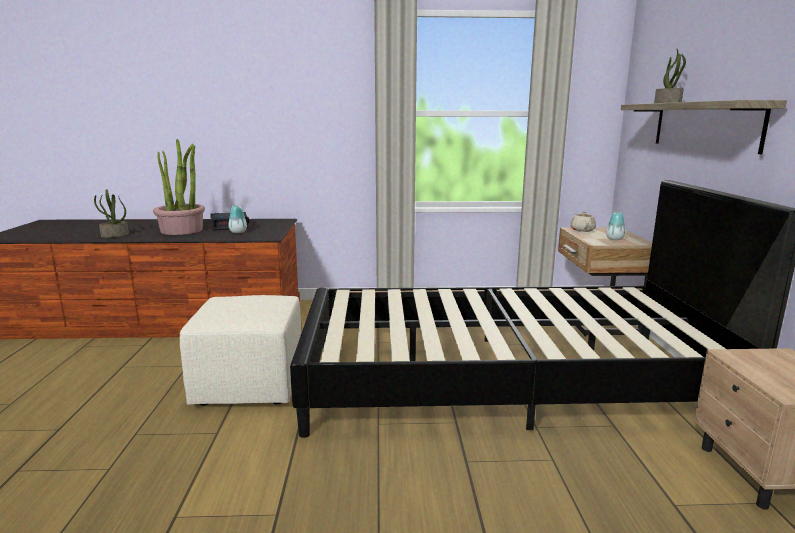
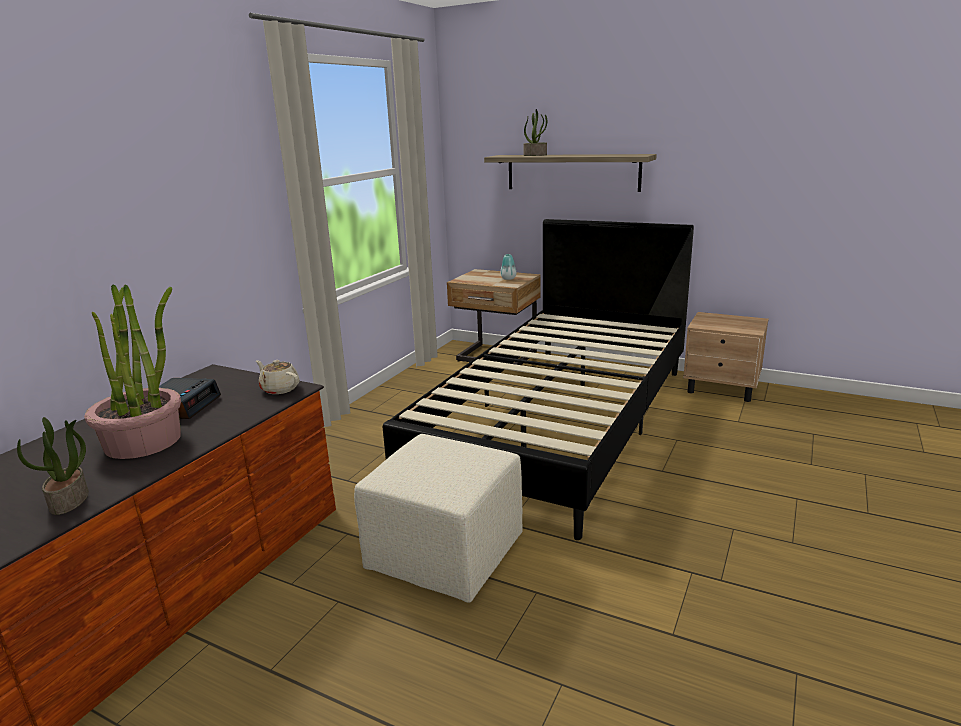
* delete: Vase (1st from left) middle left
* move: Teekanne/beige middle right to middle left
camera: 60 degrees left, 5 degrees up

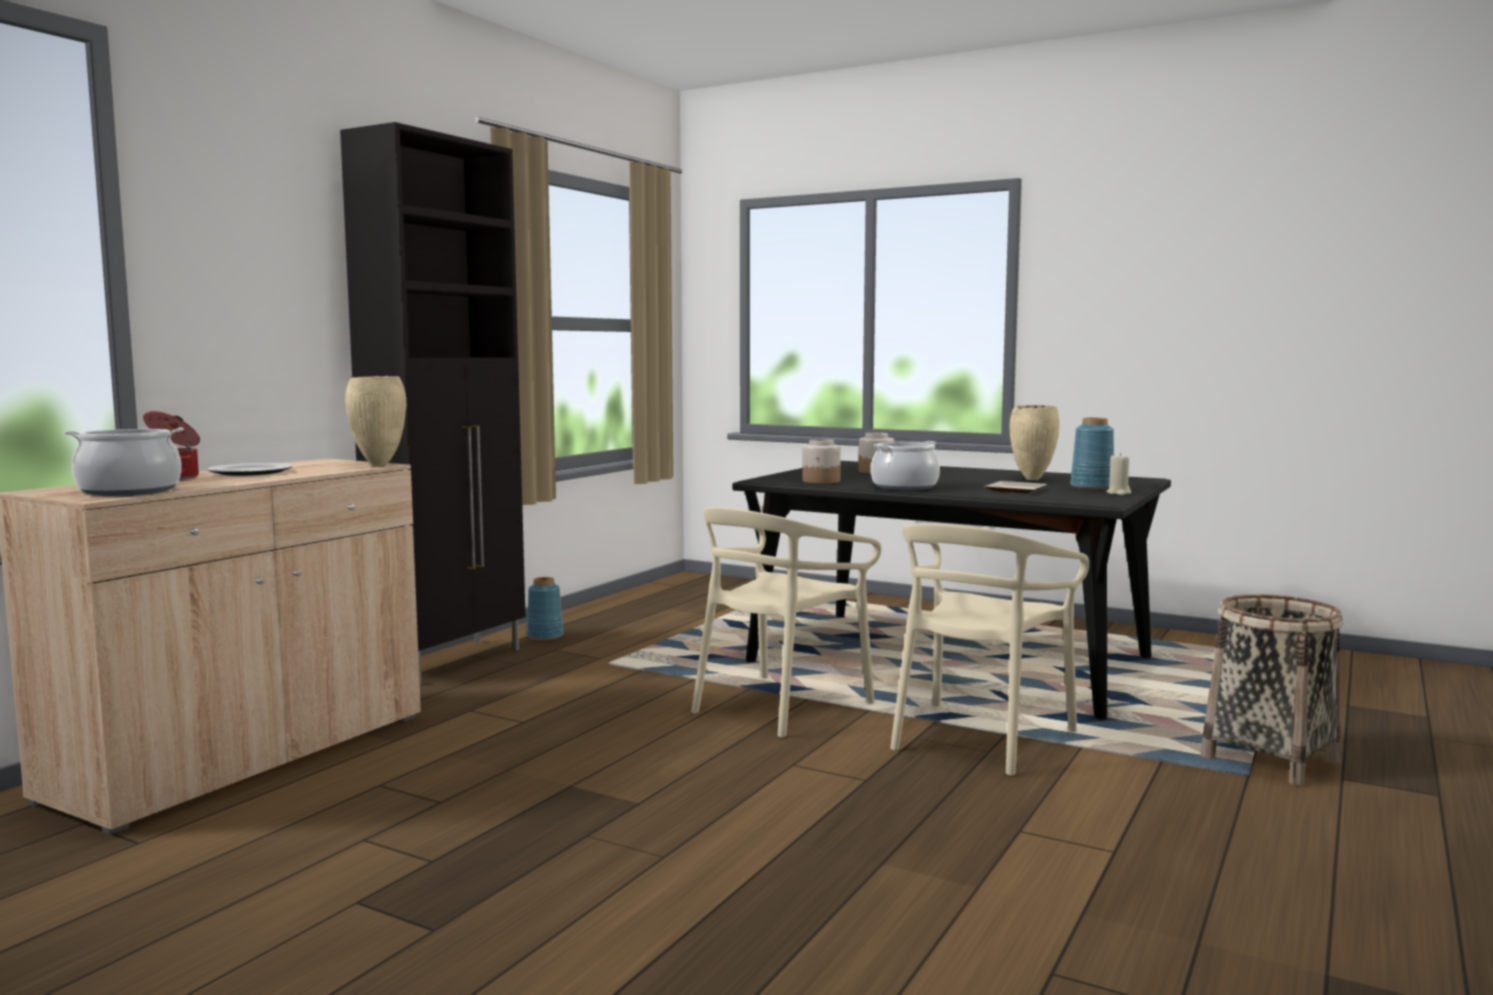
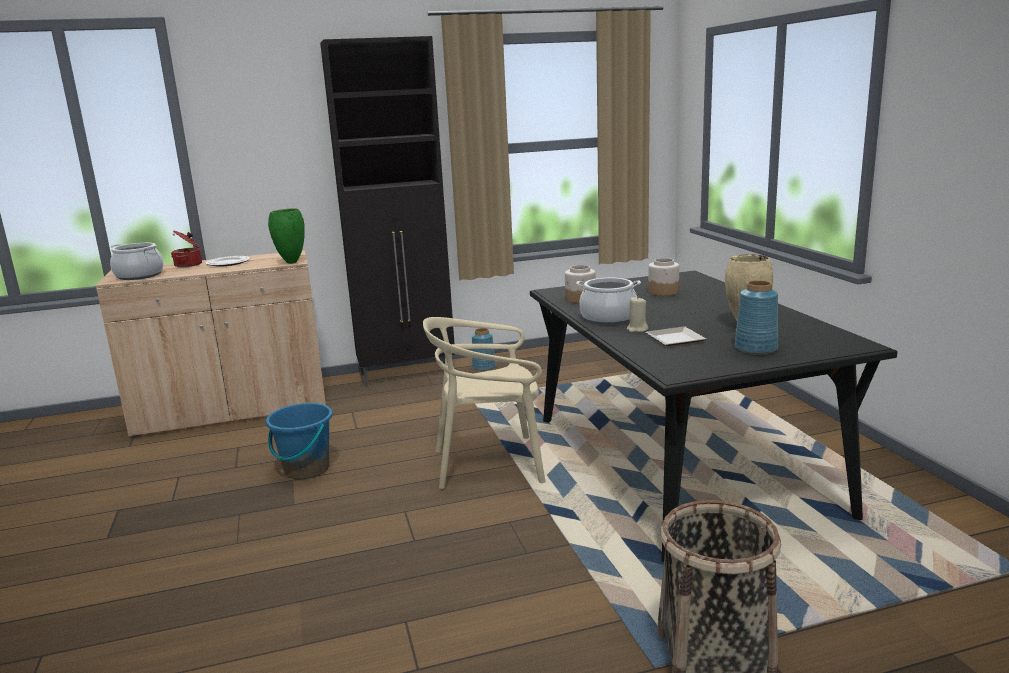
* recolor: Vase/beige (1st from left) middle left to Vase/grün middle left
* move: Kerze/beige middle right to centre
* delete: Stuhl/beige (2nd from left) centre
* insert: Eimer/blau middle left
camera: 45 degrees right, 10 degrees up

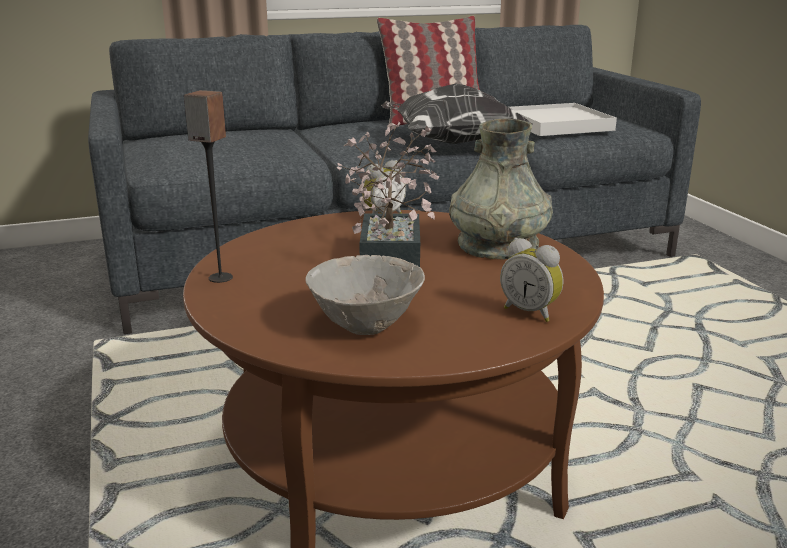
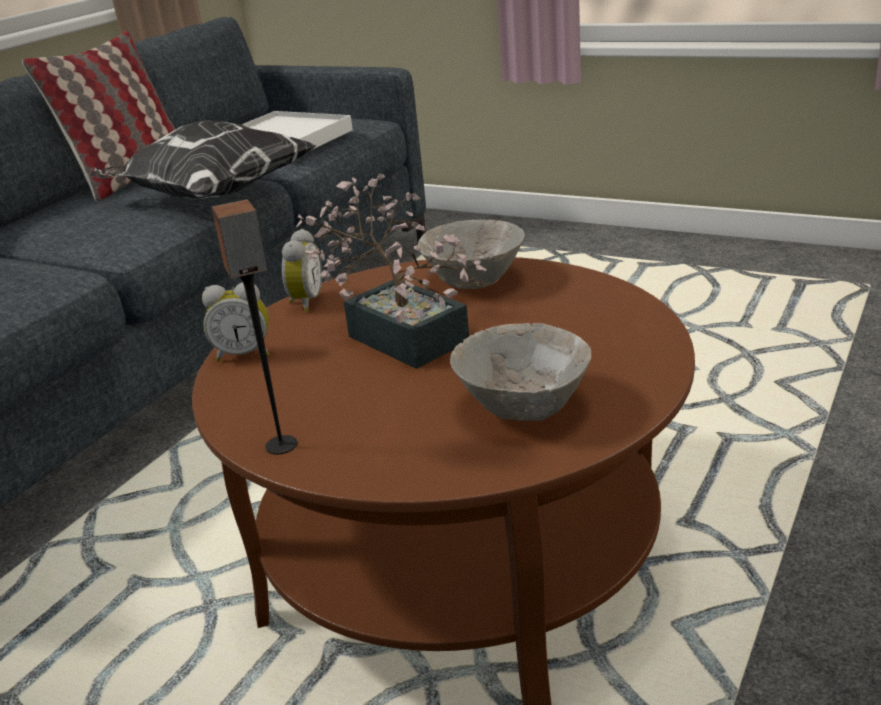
* replace: Vase/grau centre to Schüssel/grau (1st from left) centre
* move: Wecker (2nd from left in the first image) middle right to Wecker (1st from left) middle left
camera: 40 degrees left, 5 degrees up

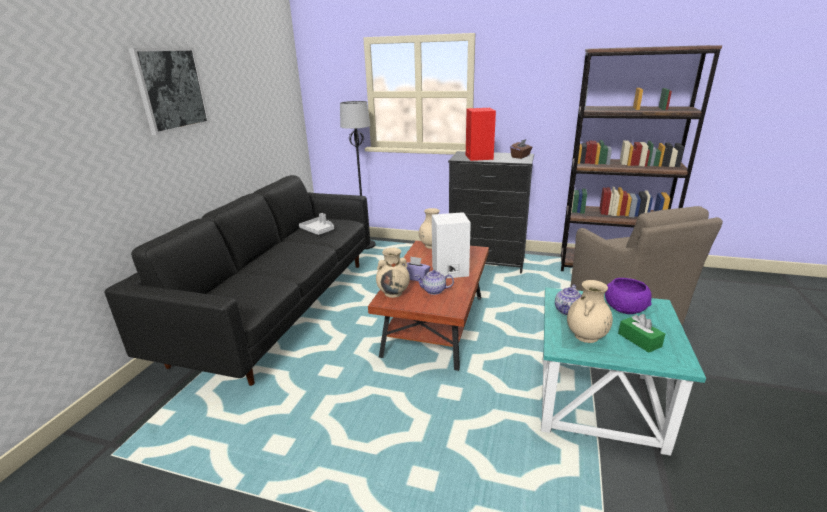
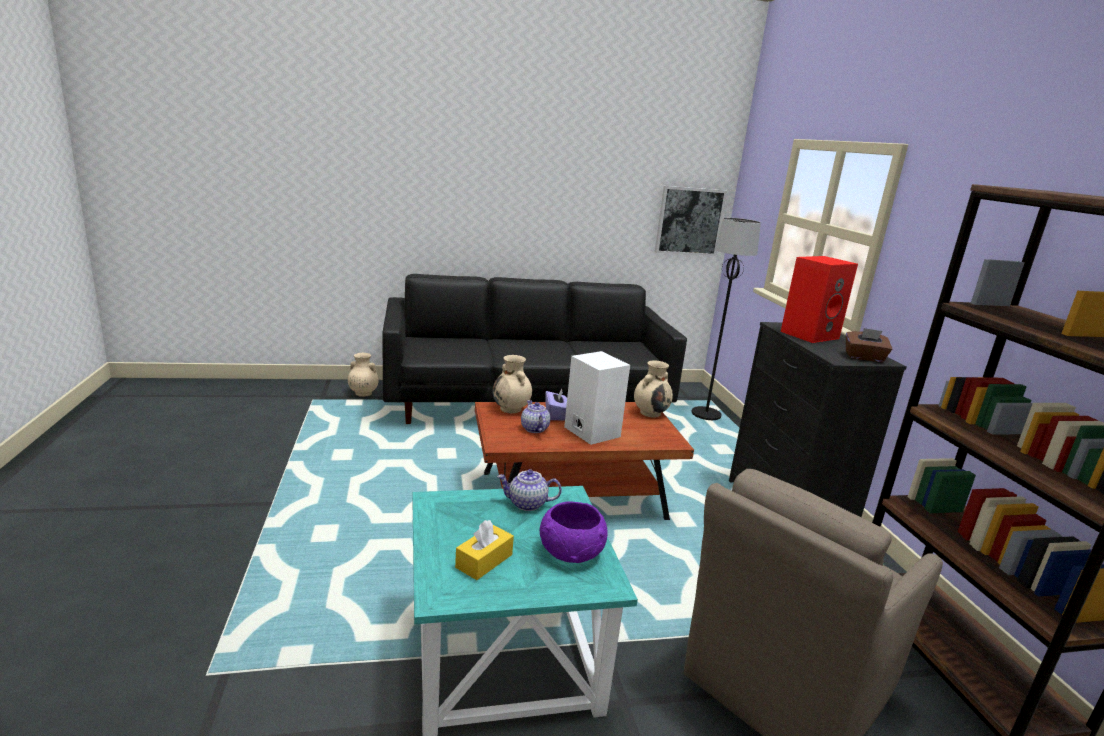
* move: Bild top left to top centre
* delete: Tablett/grau centre
* move: Vase/beige (3rd from left in the first image) middle right to Vase/beige (1st from left) middle left
* recolor: Taschentuchbox/grün middle right to Taschentuchbox/gelb bottom centre
camera: 60 degrees right, 5 degrees down

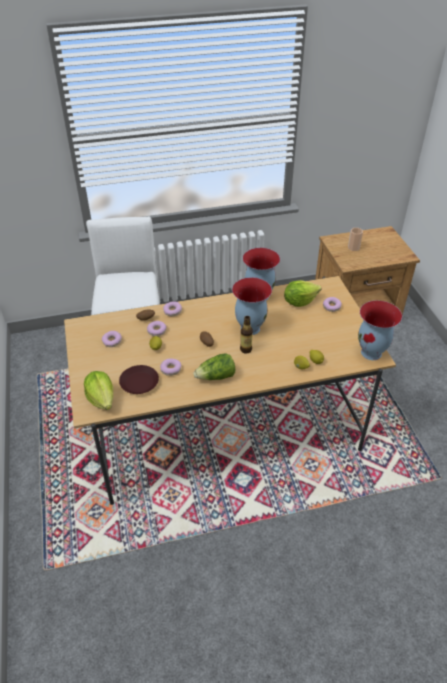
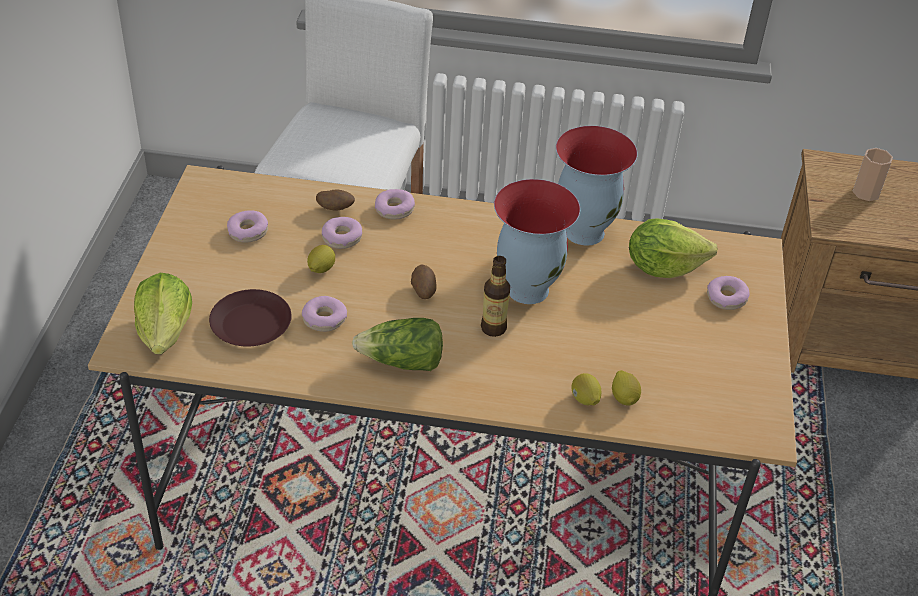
* delete: Vase (3rd from left) middle right
camera: 20 degrees right, 0 degrees up

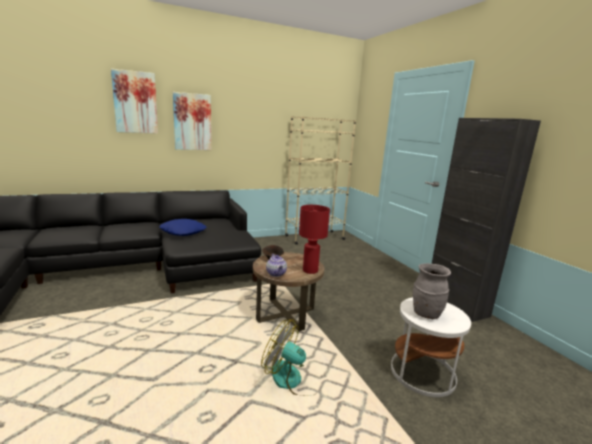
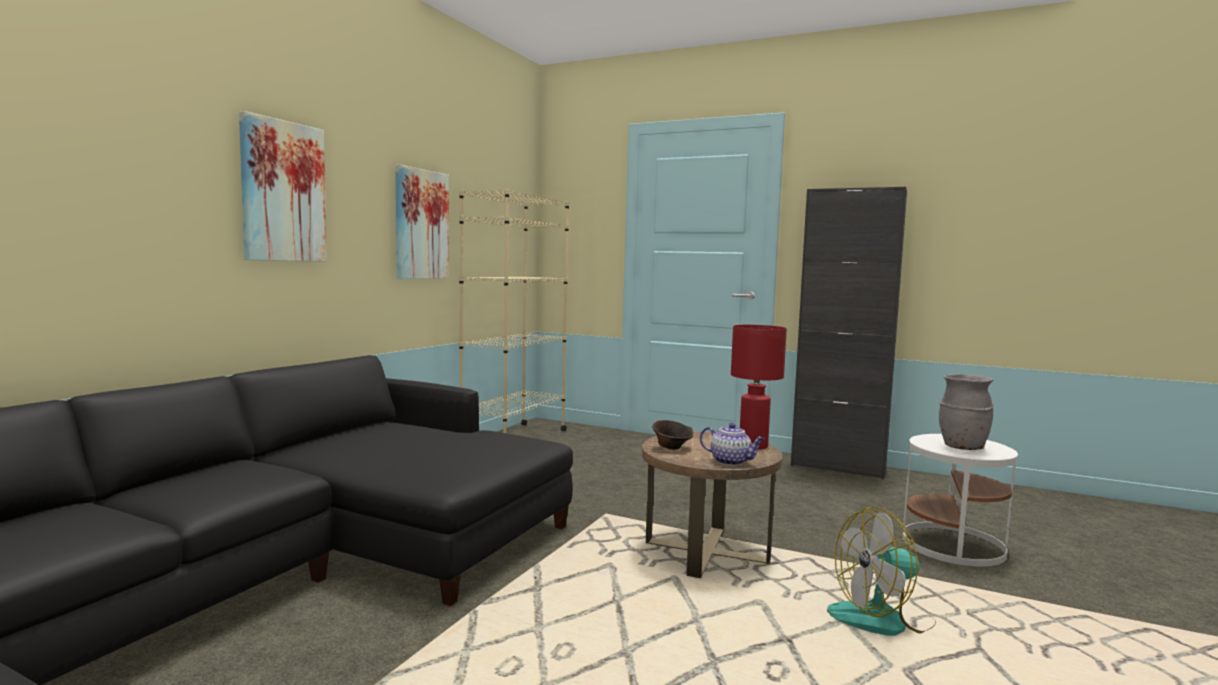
* move: Bild (1st from left in the first image) top left to Bild (2nd from left) top centre
* delete: Kissen/blau middle left
camera: 40 degrees left, 10 degrees down

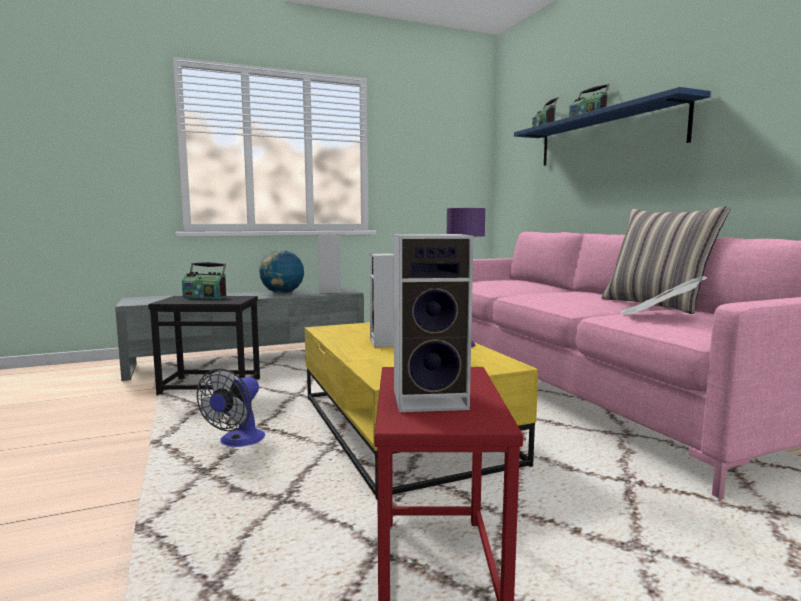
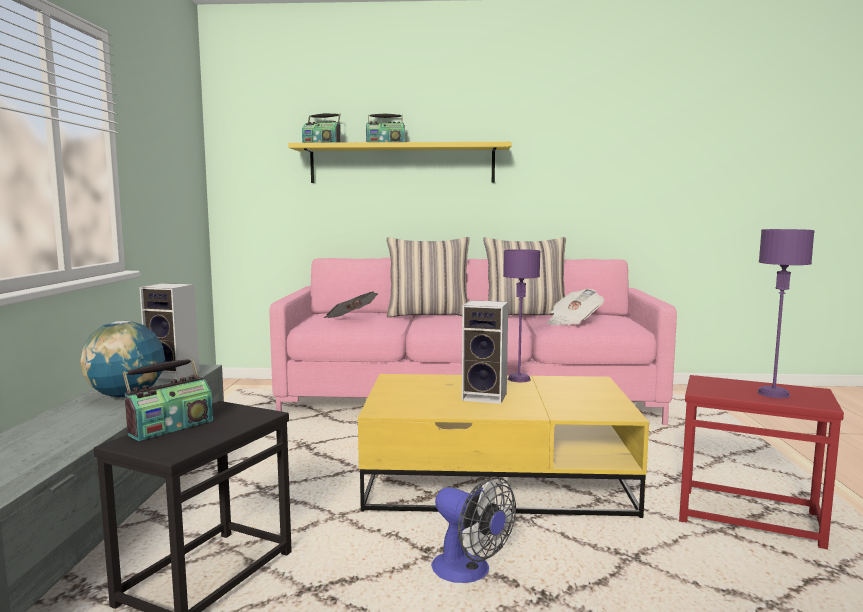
* recolor: Wandregal/blau top right to Wandregal/gelb top centre
* replace: Lautsprecher (3rd from left) centre to Tischlampe/lila (2nd from left) middle right
* insert: Kissen (1st from left) centre
* insert: Zeitung (1st from left) centre
camera: 65 degrees left, 0 degrees up

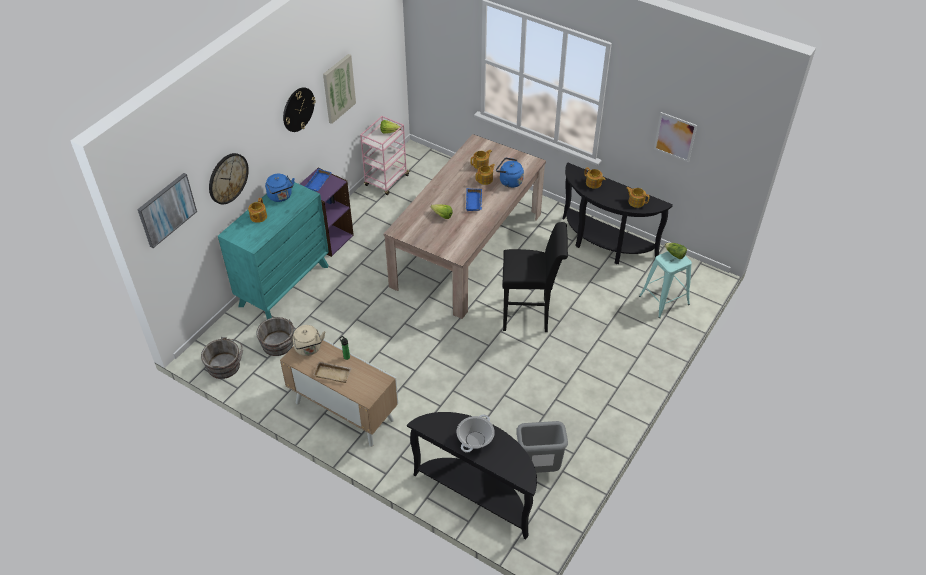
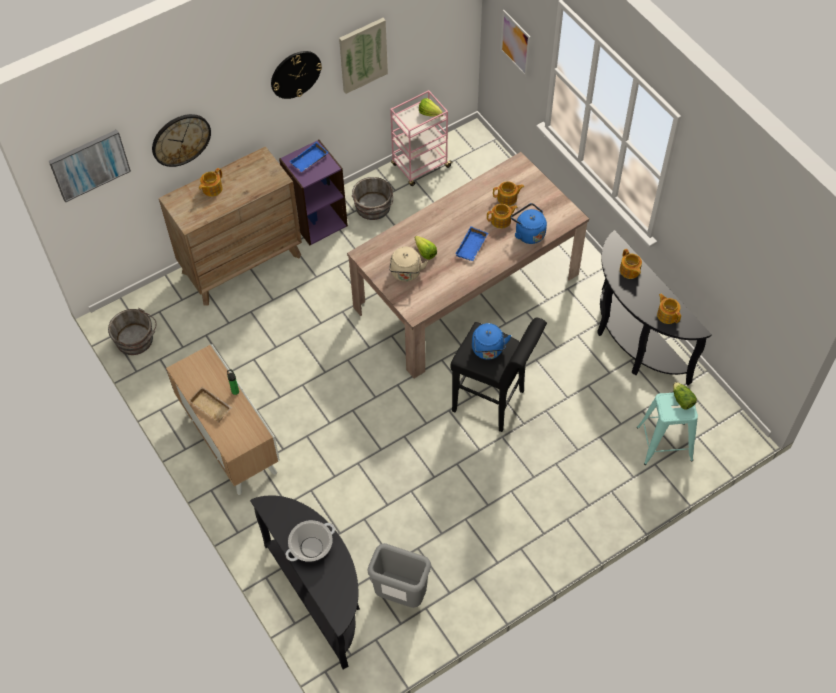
* move: Bild (3rd from left) top right to top centre
* move: Wasserkessel/blau (1st from left) top left to centre
* recolor: Kommode/türkis middle left to Kommode/braun top left
* move: Eimer/grau (2nd from left) middle left to top centre
* move: Wasserkessel/beige middle left to centre
camera: 25 degrees right, 10 degrees up

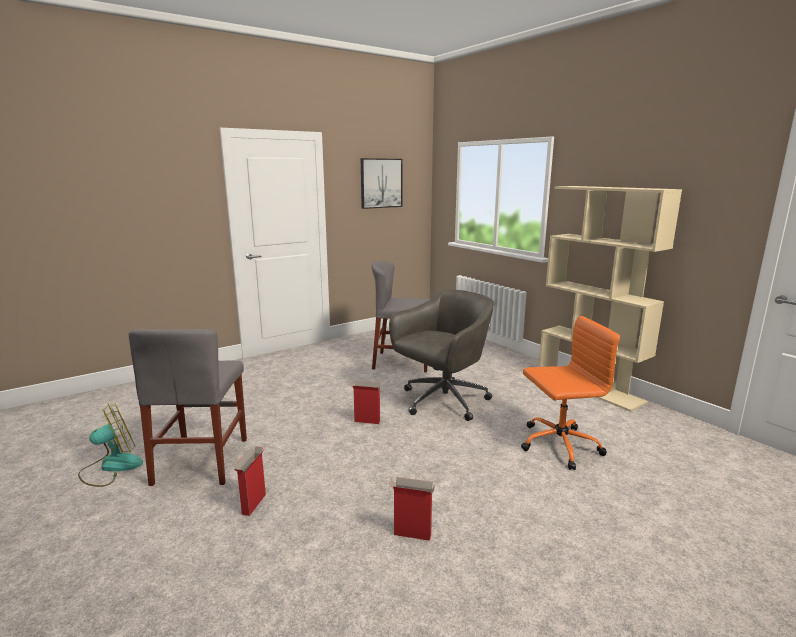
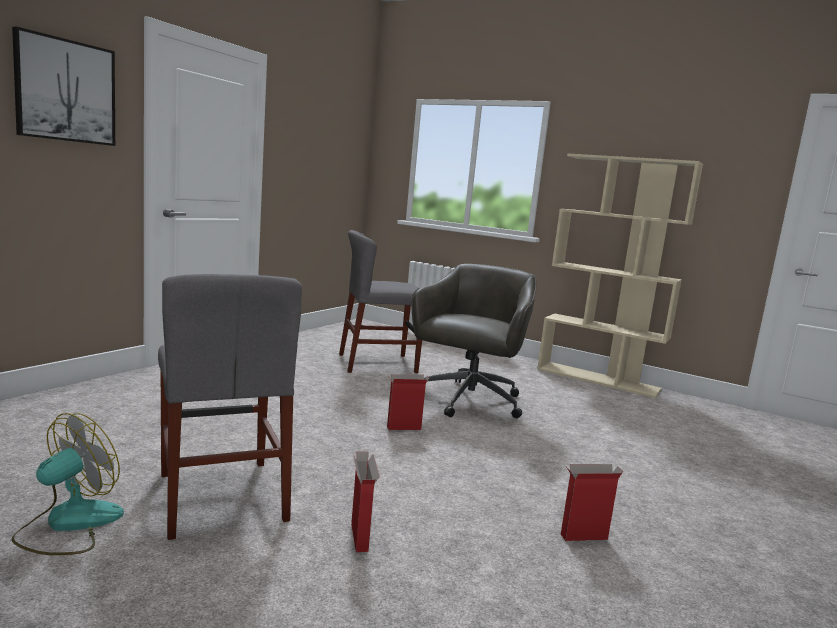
* move: Bild top centre to top left
* delete: Bürostuhl/orange middle right
camera: 25 degrees left, 5 degrees down

